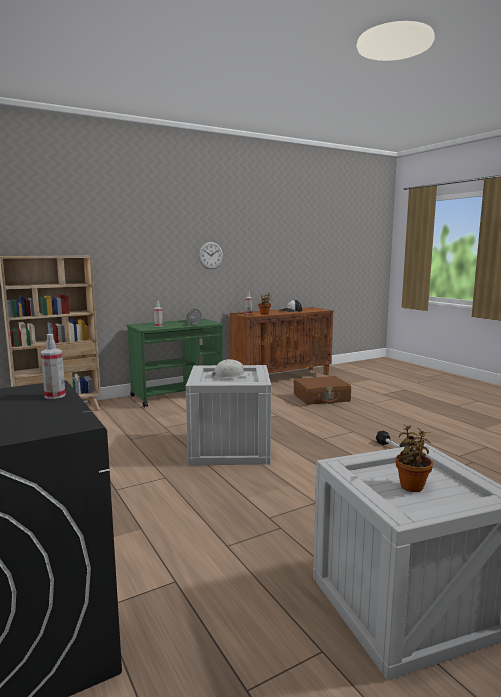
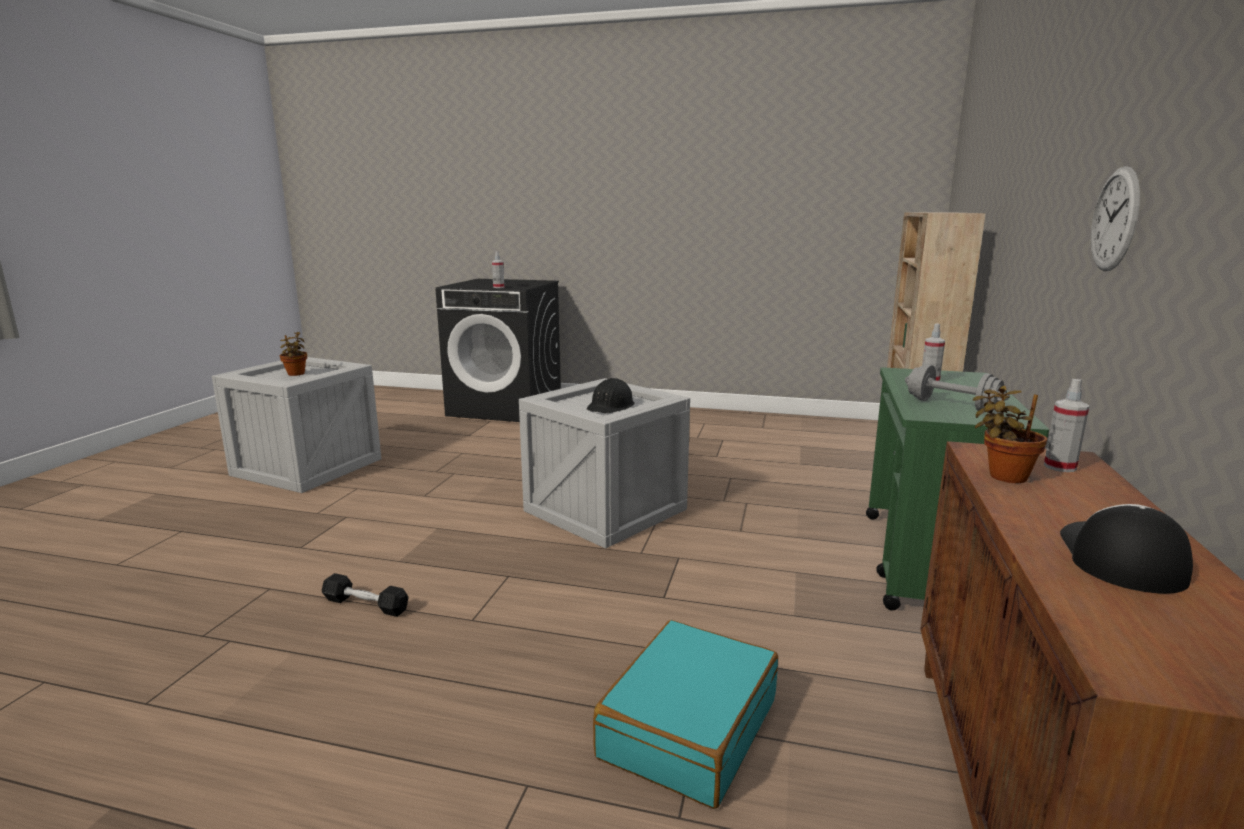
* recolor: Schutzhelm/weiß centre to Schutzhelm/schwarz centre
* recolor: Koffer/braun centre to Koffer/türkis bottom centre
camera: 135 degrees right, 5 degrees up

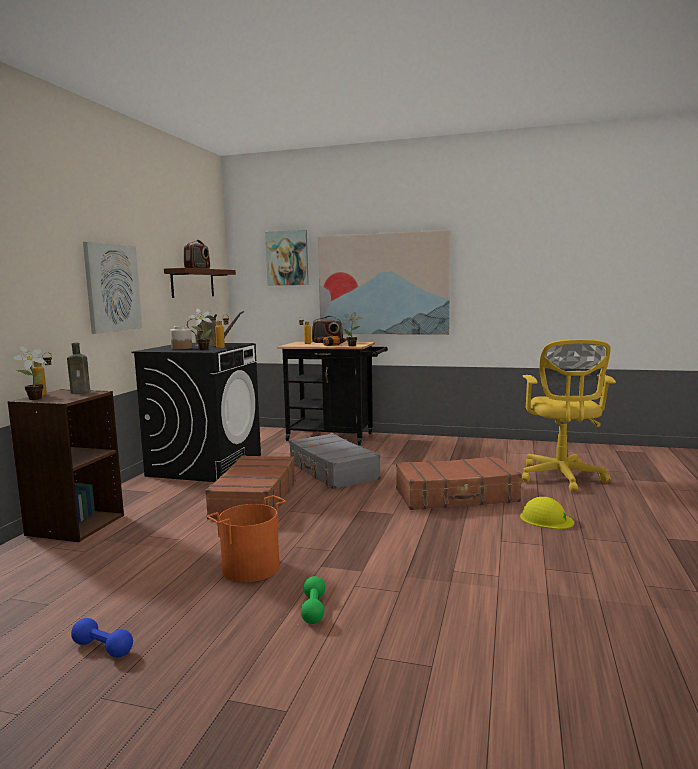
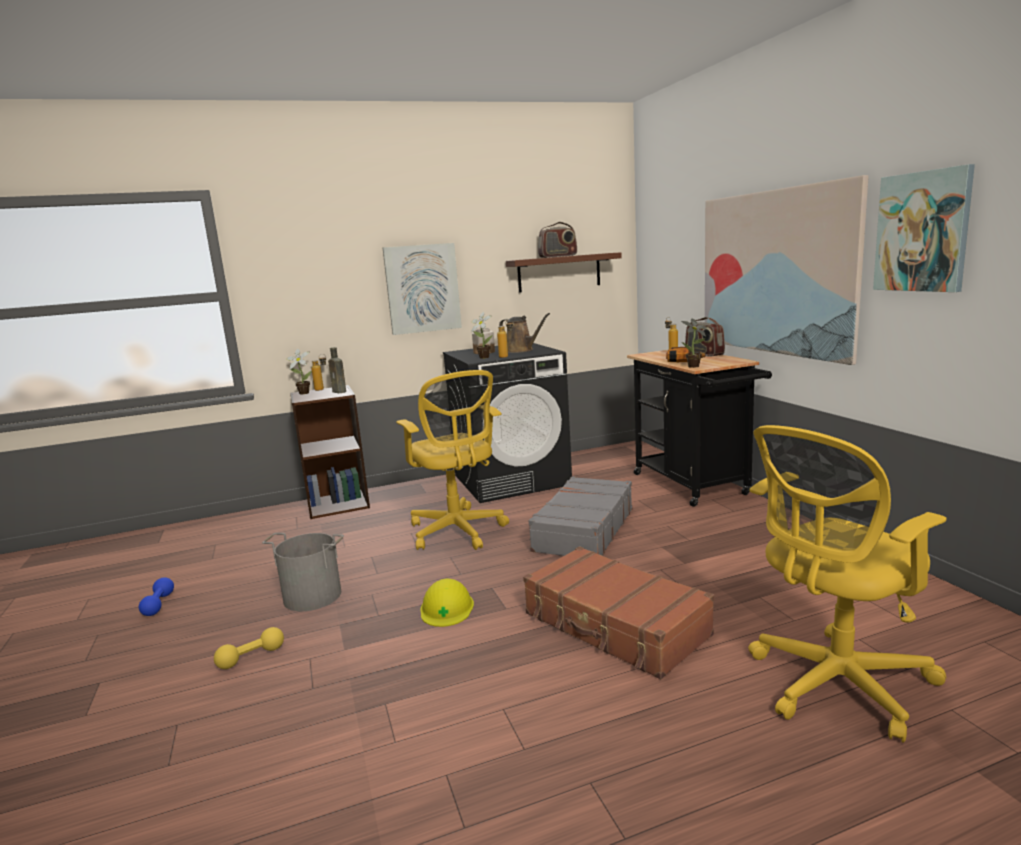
* move: Bild (2nd from left in the first image) centre to Bild (3rd from left) top right
* replace: Koffer/braun (1st from left) centre to Bürostuhl/gelb (1st from left) centre
* recolor: Eimer/orange bottom centre to Eimer/grau bottom left
* move: Schutzhelm/gelb bottom right to bottom centre
* recolor: Hantel/grün bottom centre to Hantel/gelb bottom left
camera: 55 degrees right, 5 degrees up

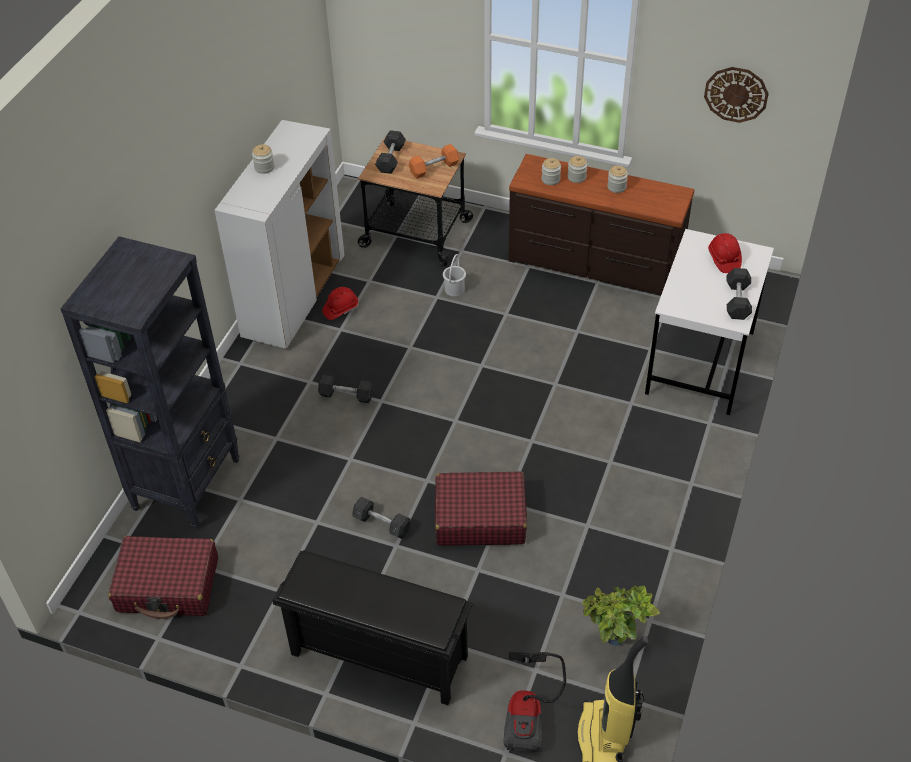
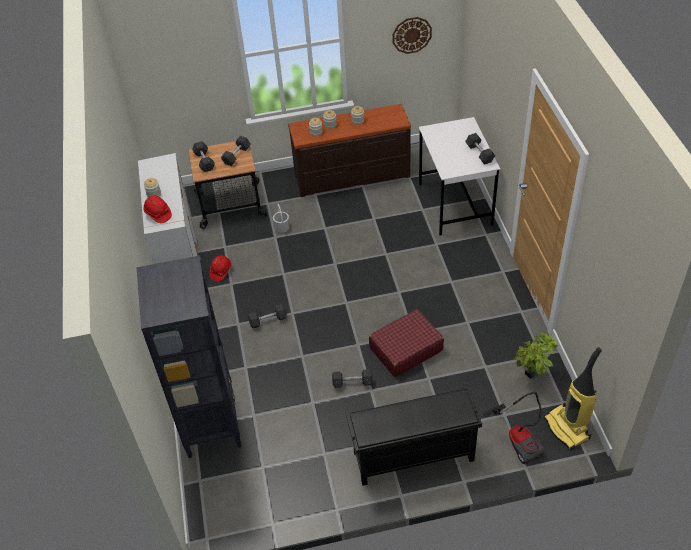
* recolor: Hantel/orange top centre to Hantel/grau (2nd from left) top centre
* move: Schutzhelm/rot (2nd from left in the first image) top right to Schutzhelm/rot (1st from left) middle left
* delete: Koffer/rot (1st from left) bottom left
camera: 30 degrees left, 0 degrees up

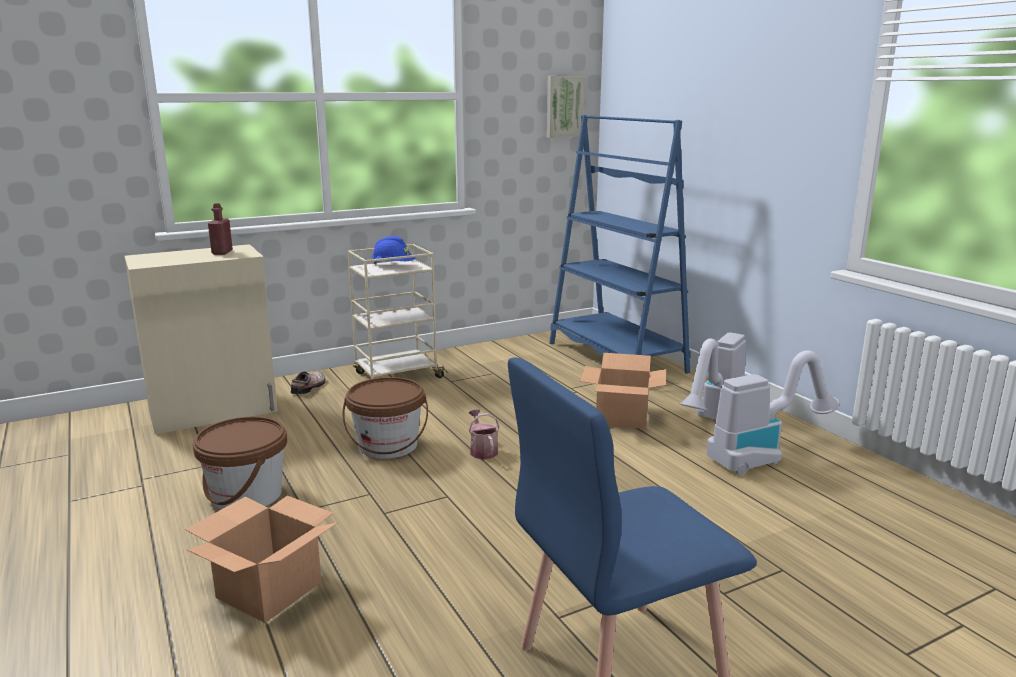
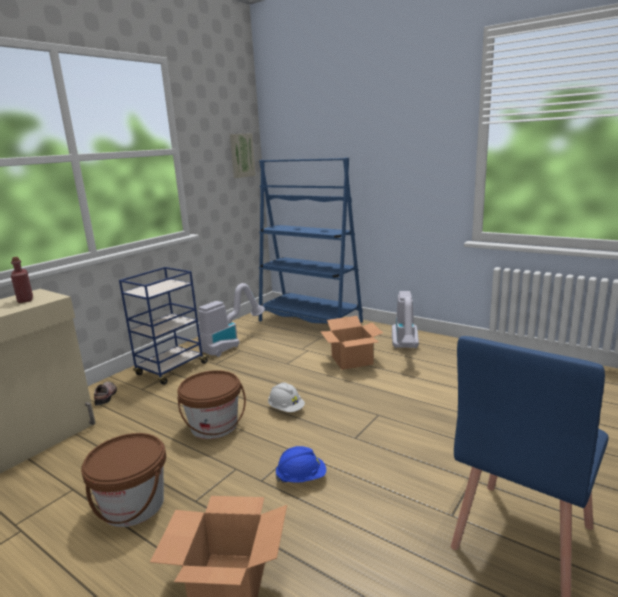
* move: Schutzhelm/blau centre to bottom centre
* recolor: Rollwagen/beige centre to Rollwagen/blau middle left
* move: Staubsauger (2nd from left in the first image) middle right to Staubsauger (1st from left) centre
* replace: Gießkanne centre to Schutzhelm/weiß centre
camera: 25 degrees left, 0 degrees up

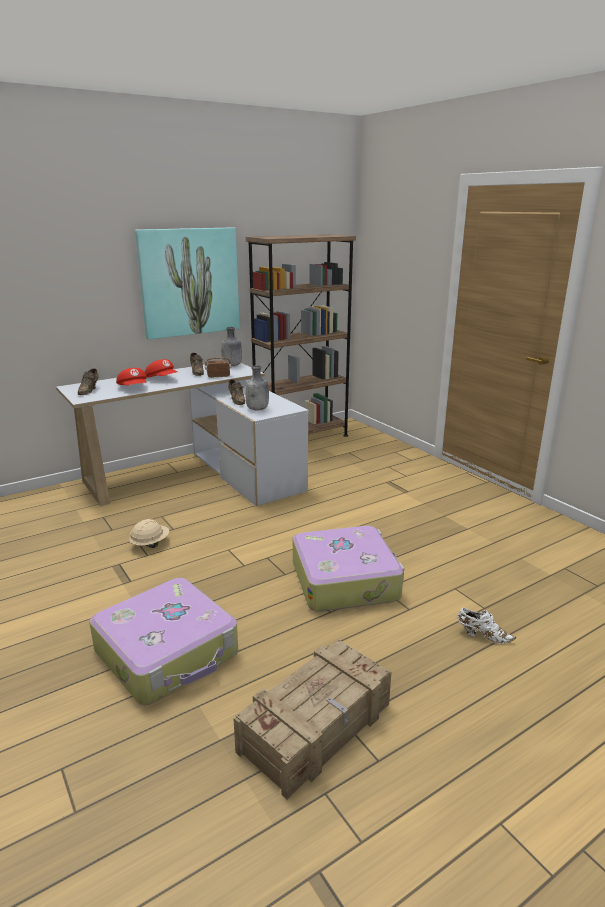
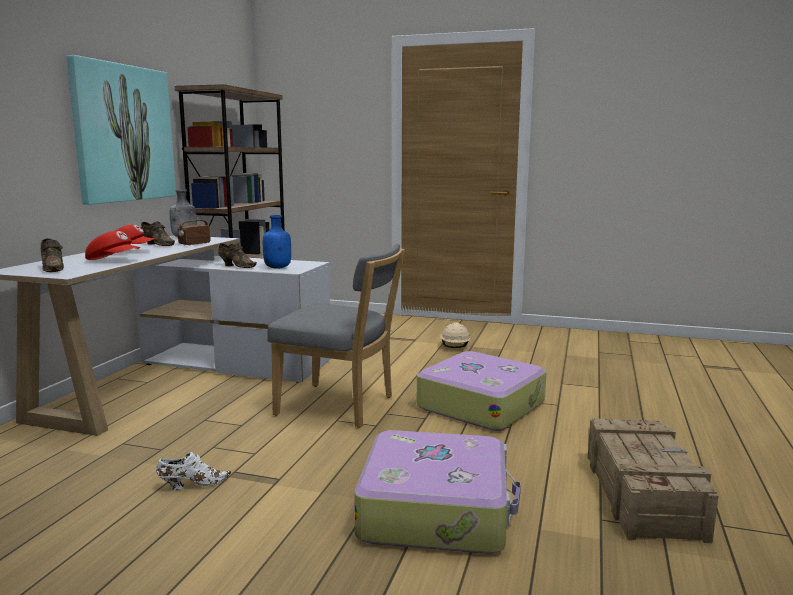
* recolor: Flasche/grau (2nd from left) centre to Flasche/blau centre
* move: Schutzhelm/beige middle left to centre
* move: Schuh/weiß bottom right to bottom left
* insert: Stuhl/grau centre
camera: 40 degrees left, 10 degrees down

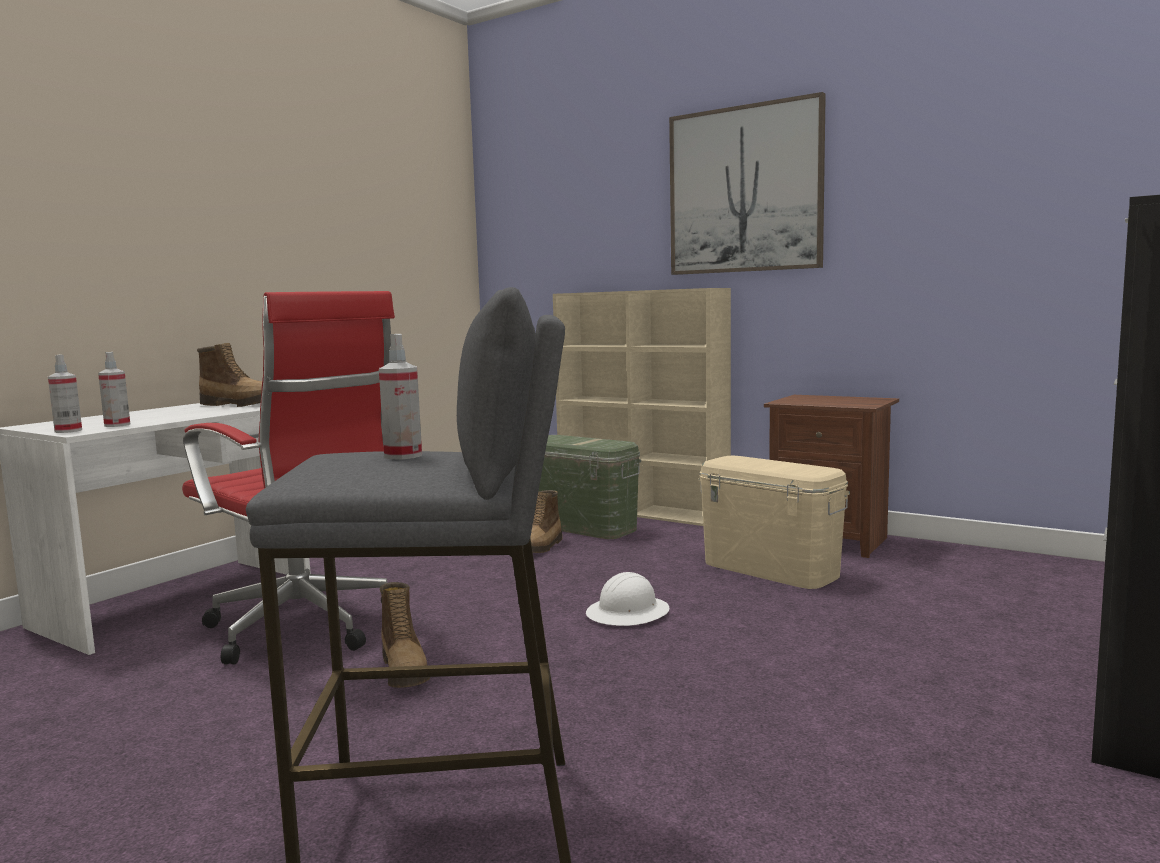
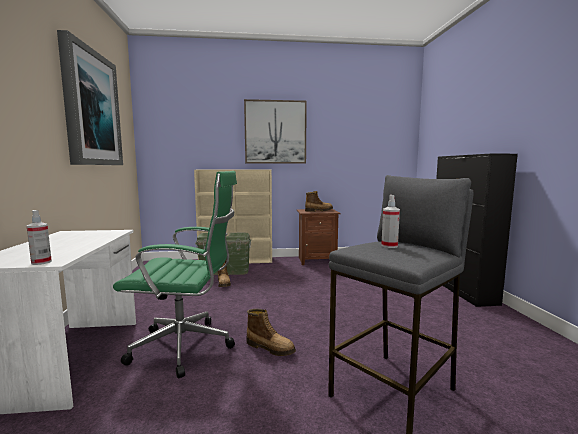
* recolor: Bürostuhl/rot middle left to Bürostuhl/grün middle left
* move: Stiefel (1st from left in the first image) middle left to Stiefel (3rd from left) centre
* delete: Sprühflasche (2nd from left) middle left
* delete: Aufbewahrungsbox/beige middle right
* delete: Schutzhelm/weiß bottom centre
* insert: Bild (1st from left) top left
camera: 40 degrees left, 0 degrees up

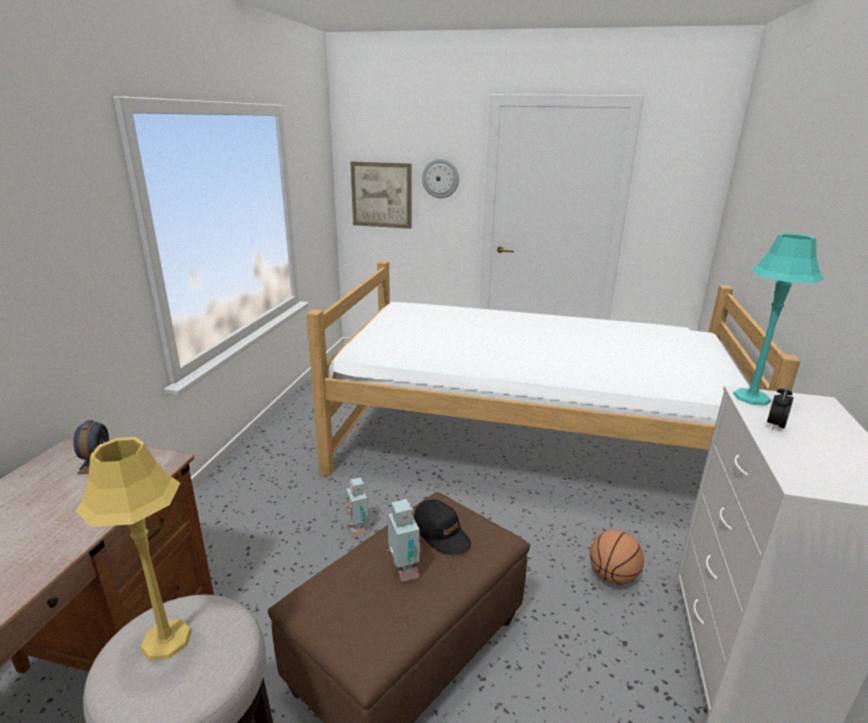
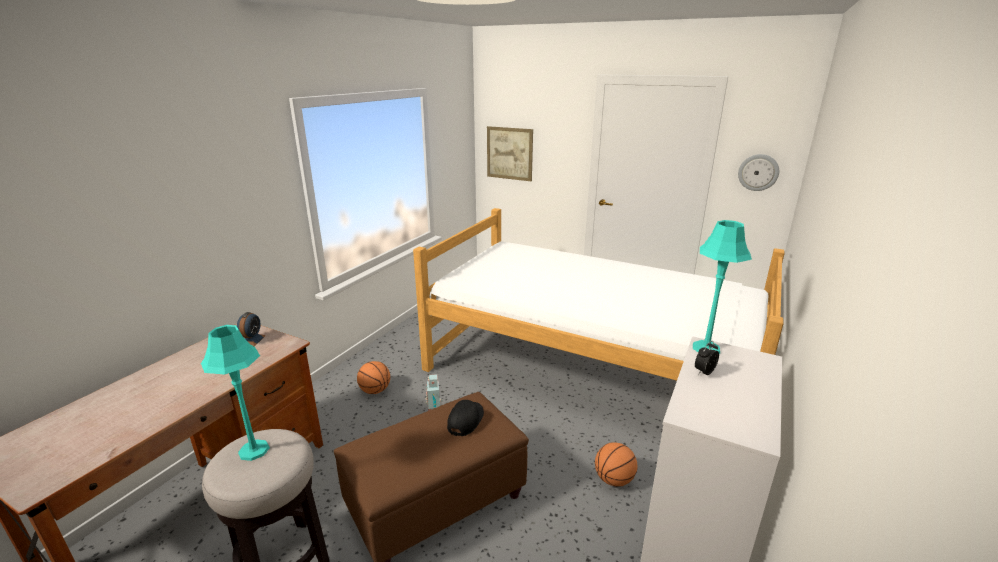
* move: Wanduhr top centre to top right
* recolor: Tischlampe/gelb bottom left to Tischlampe/türkis (1st from left) bottom left
* delete: Spielzeugroboter (2nd from left) bottom centre
* rotate: Kappe/schwarz bottom centre = bottom centre 135 degrees counterclockwise
* insert: Basketball (1st from left) bottom centre
camera: 15 degrees right, 0 degrees up

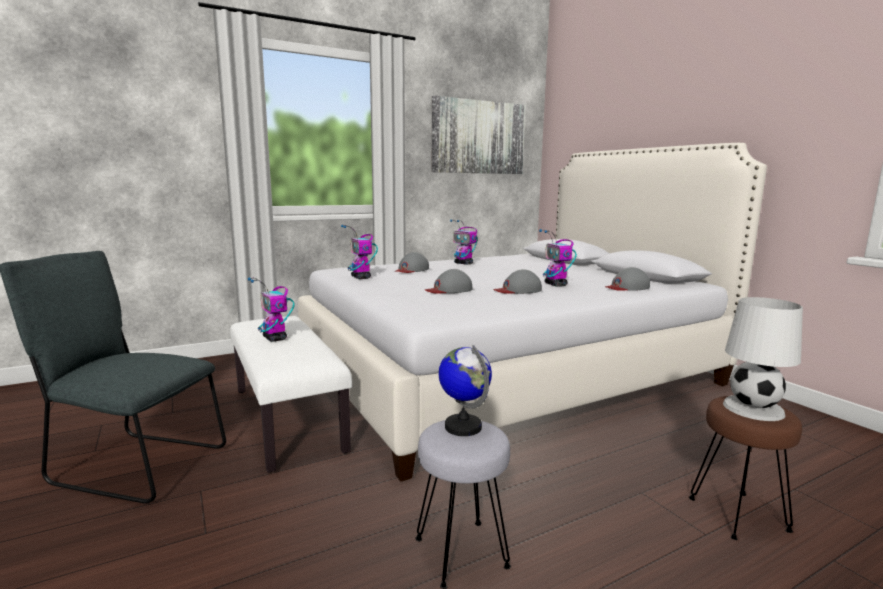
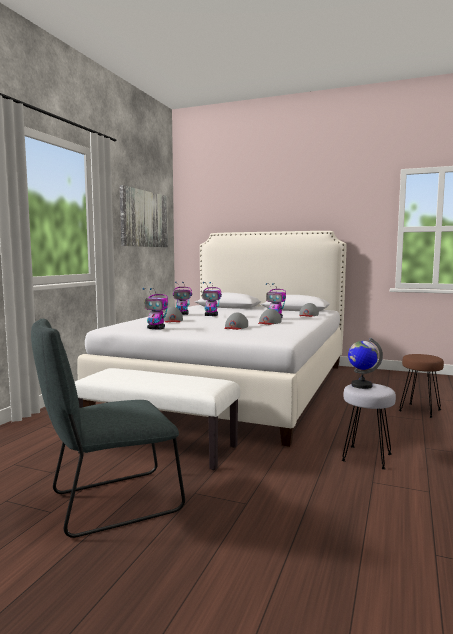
* move: Spielzeugroboter (1st from left in the first image) middle left to Spielzeugroboter (3rd from left) centre
* delete: Tischlampe/weiß middle right
camera: 40 degrees left, 5 degrees down

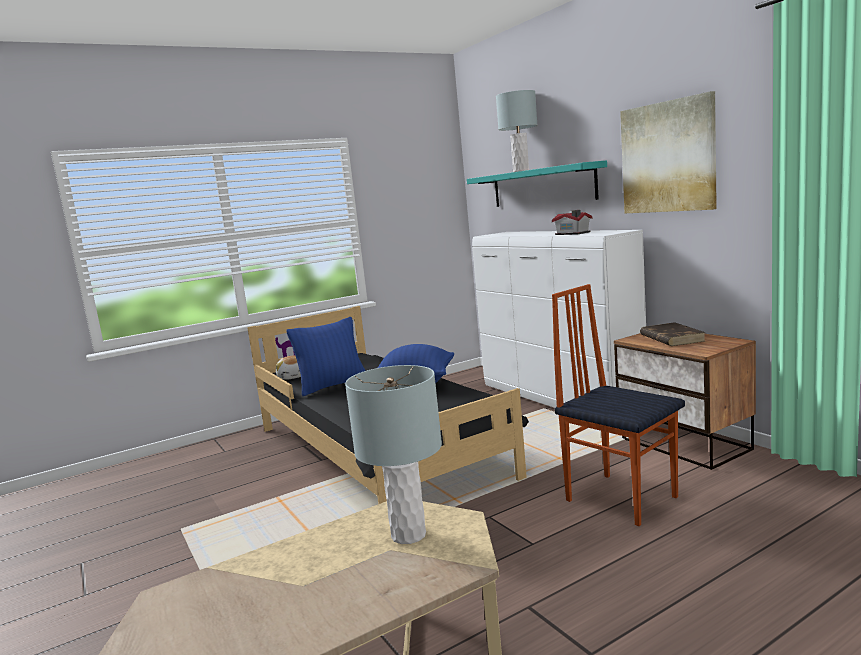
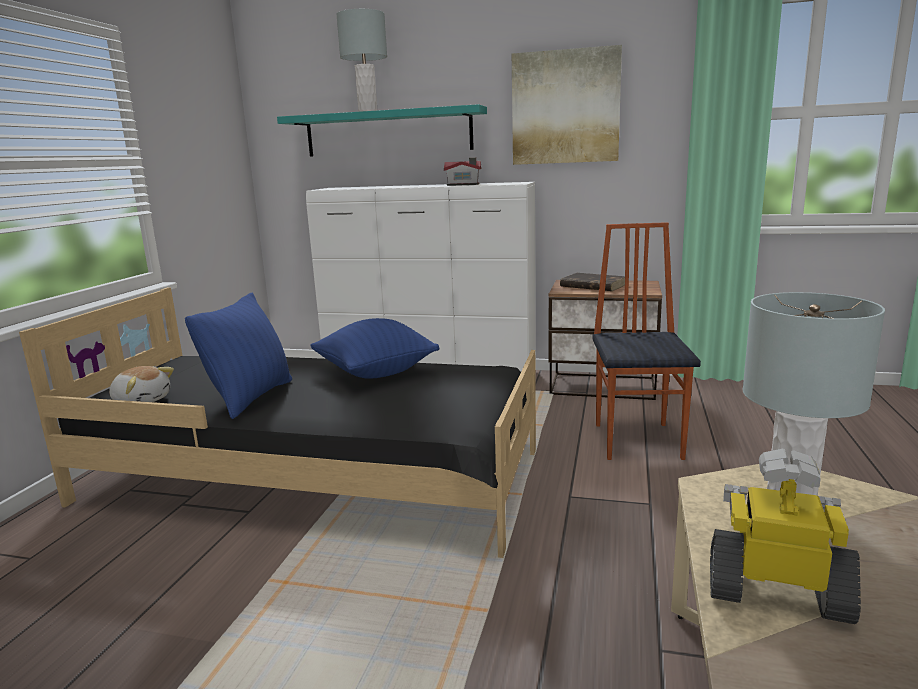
* rotate: Stuhl middle right = middle right 90 degrees clockwise
* insert: Spielzeugroboter bottom right
camera: 45 degrees left, 5 degrees up

